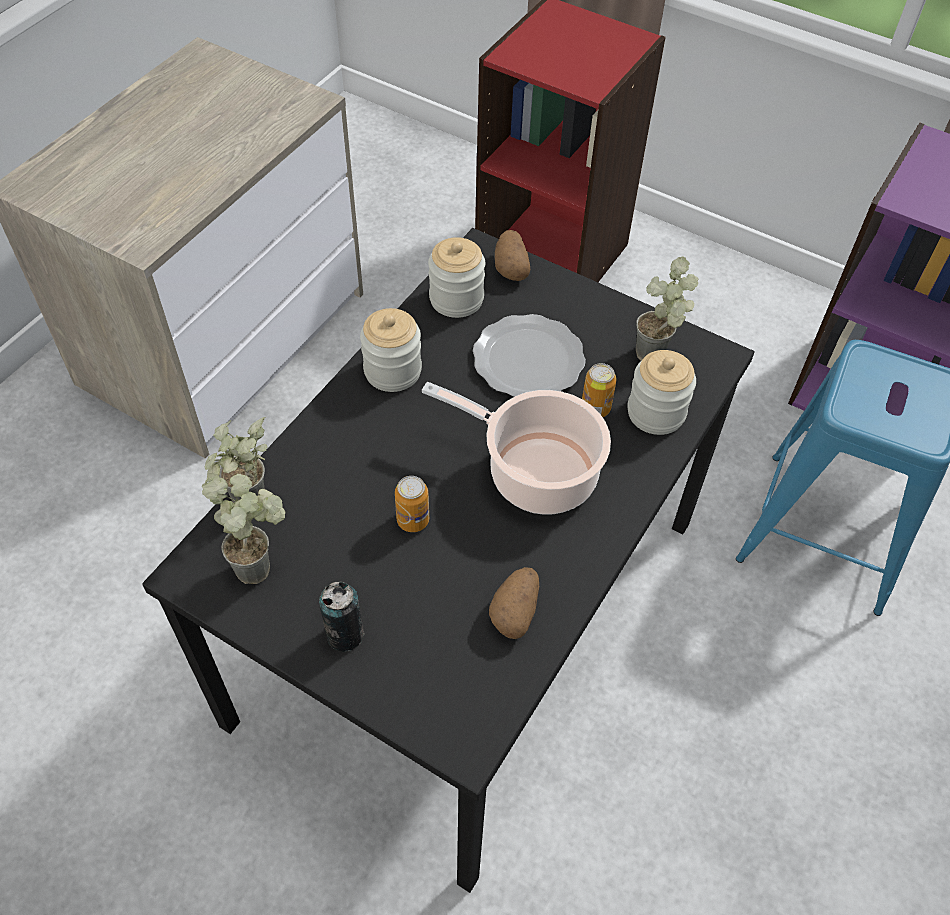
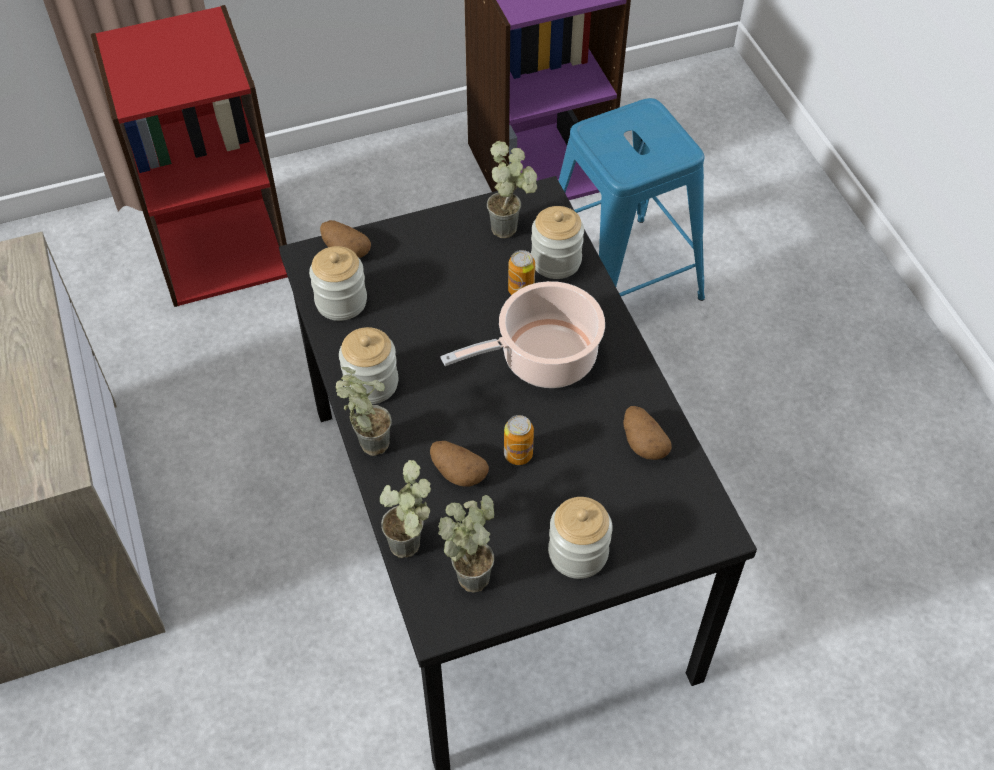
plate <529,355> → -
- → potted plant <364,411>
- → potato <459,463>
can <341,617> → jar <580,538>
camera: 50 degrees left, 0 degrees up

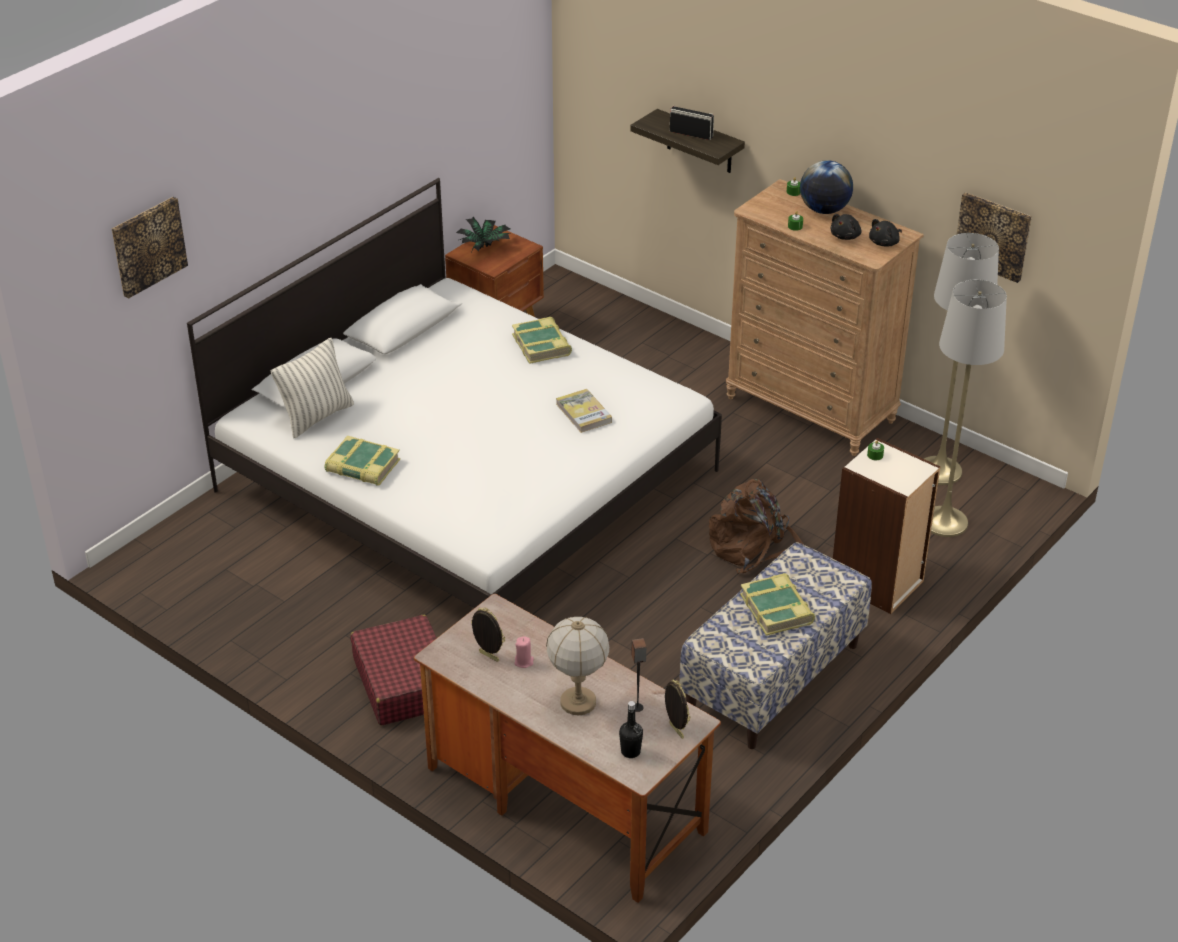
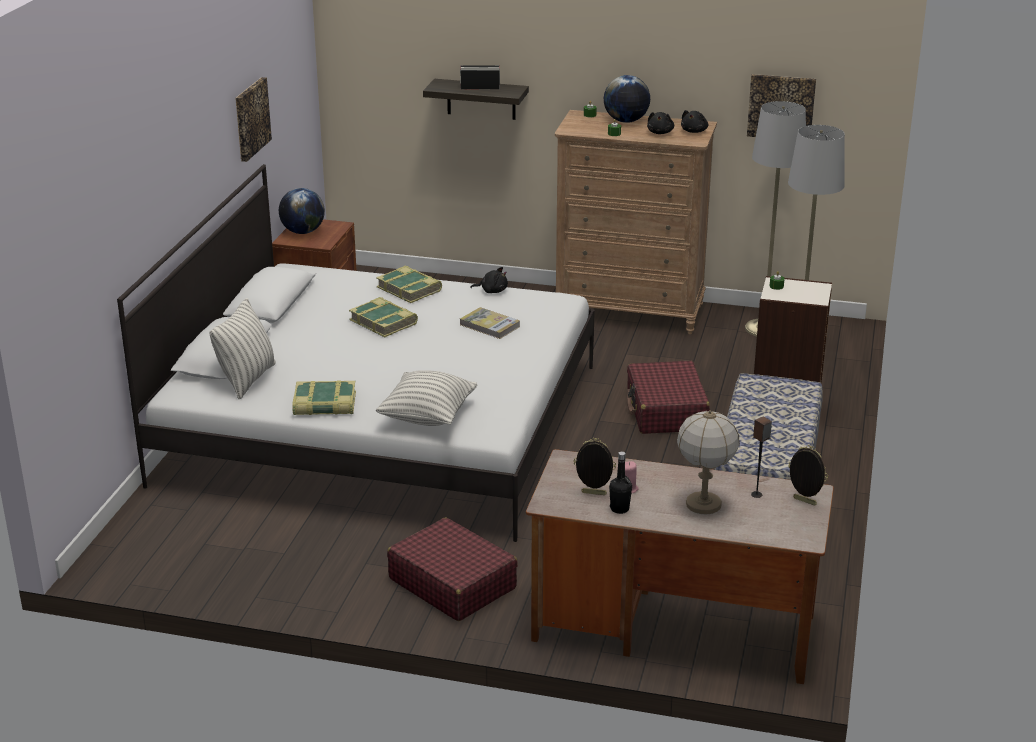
- → pillow <426,398>
- → black plush toy <489,280>
picture <150,248> → picture <253,119>, moved
black bottle <631,729> → black bottle <620,482>, moved
book <777,604> → book <383,317>, moved
potted plant <483,234> → globe <302,211>
brown backpack <756,526> → red suitcase <668,397>
camera: 25 degrees left, 10 degrees down

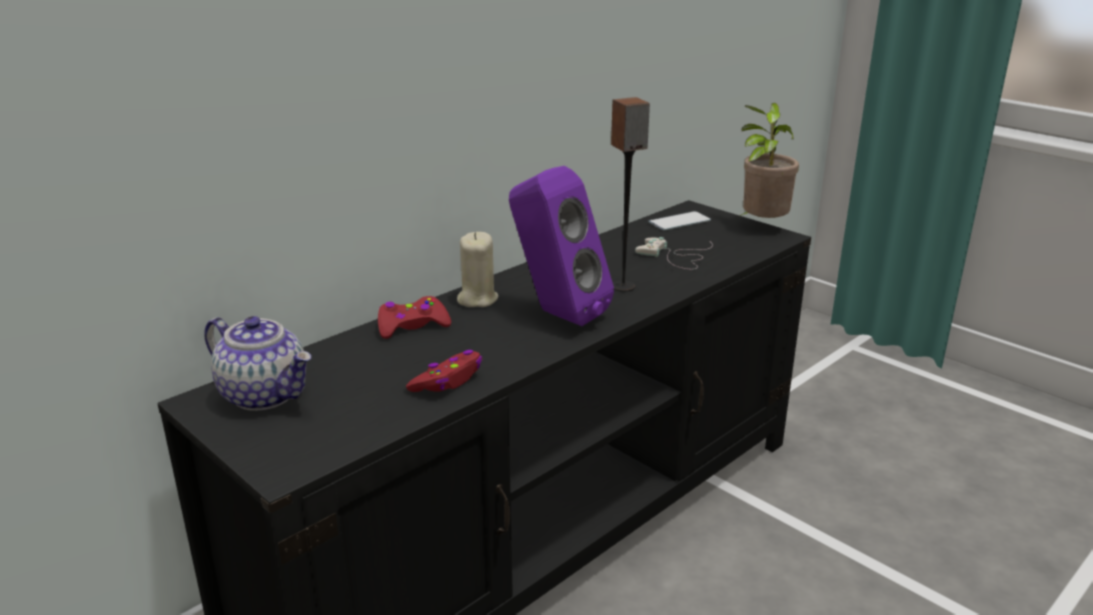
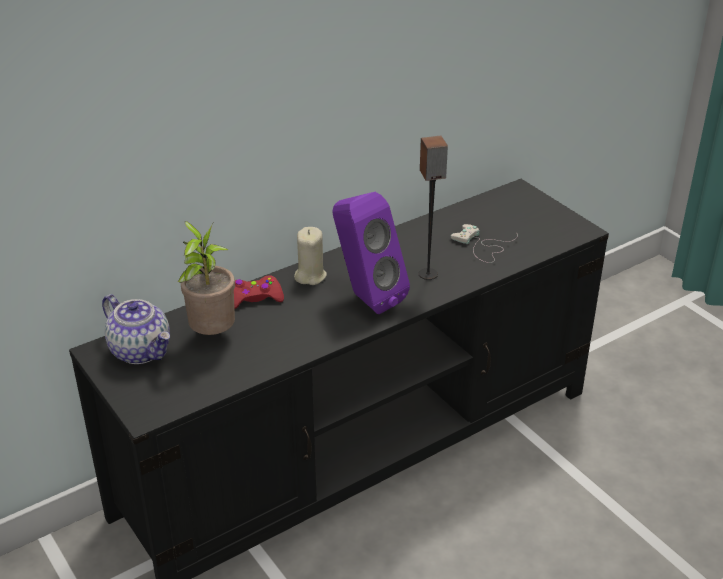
red game controller <444,371> → -
phone <680,220> → -
potted plant <767,161> → potted plant <206,278>, moved
camera: 10 degrees right, 10 degrees up

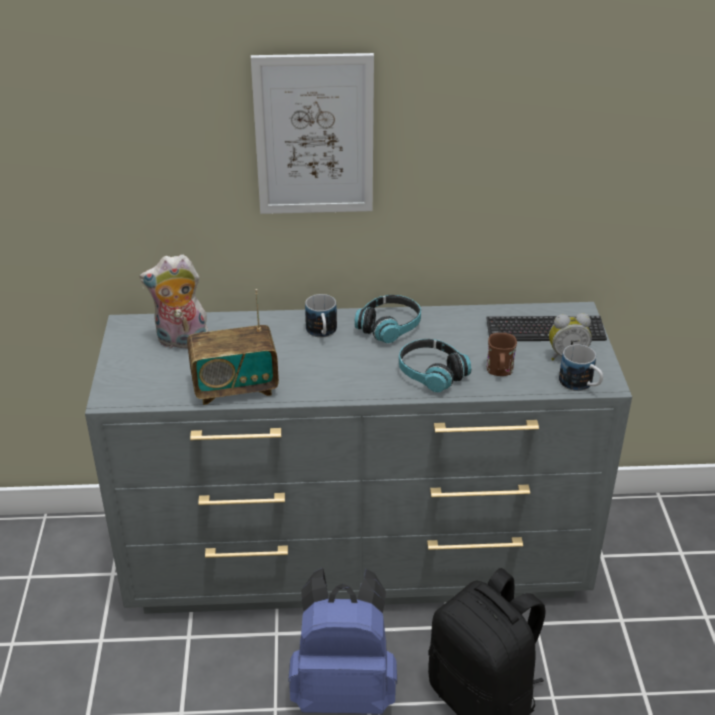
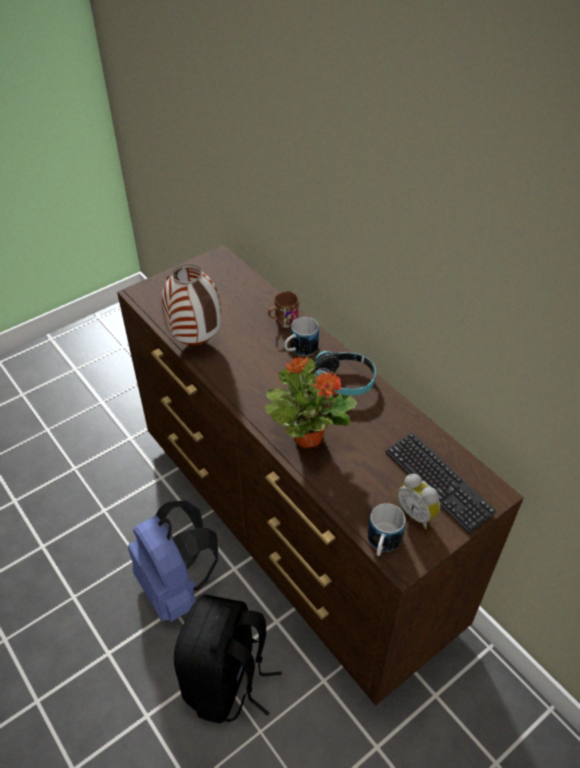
plush toy <175,301> → -
picture <312,133> → -
brown mug <502,354> → brown mug <283,309>, moved
radio <233,347> → vase <191,304>
headphones <435,365> → potted plant <310,402>
grey dresser <358,458> → brown dresser <320,475>
camera: 55 degrees right, 10 degrees up

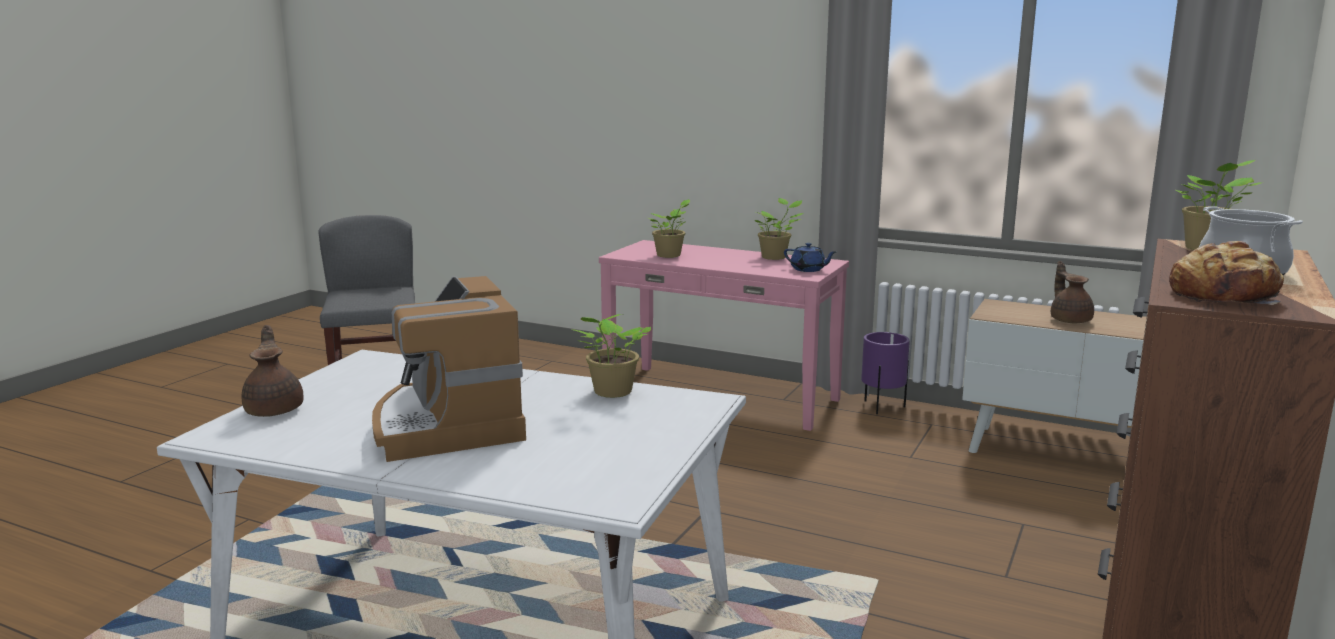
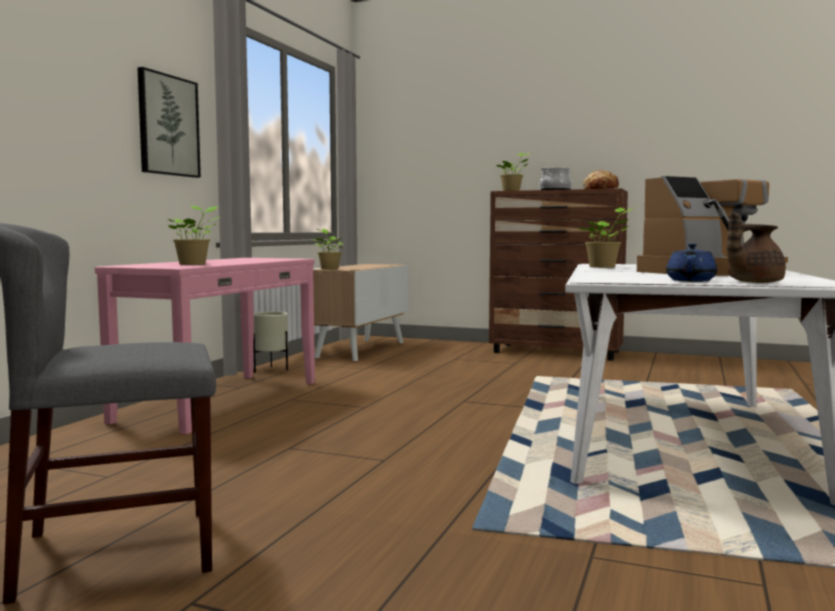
brown teapot <1072,292> → -
- → picture <169,122>
potted plant <779,229> → potted plant <328,249>, moved
blue teapot <810,257> → blue teapot <691,263>, moved
purple planter <885,373> → beige planter <271,342>
camera: 95 degrees left, 10 degrees down

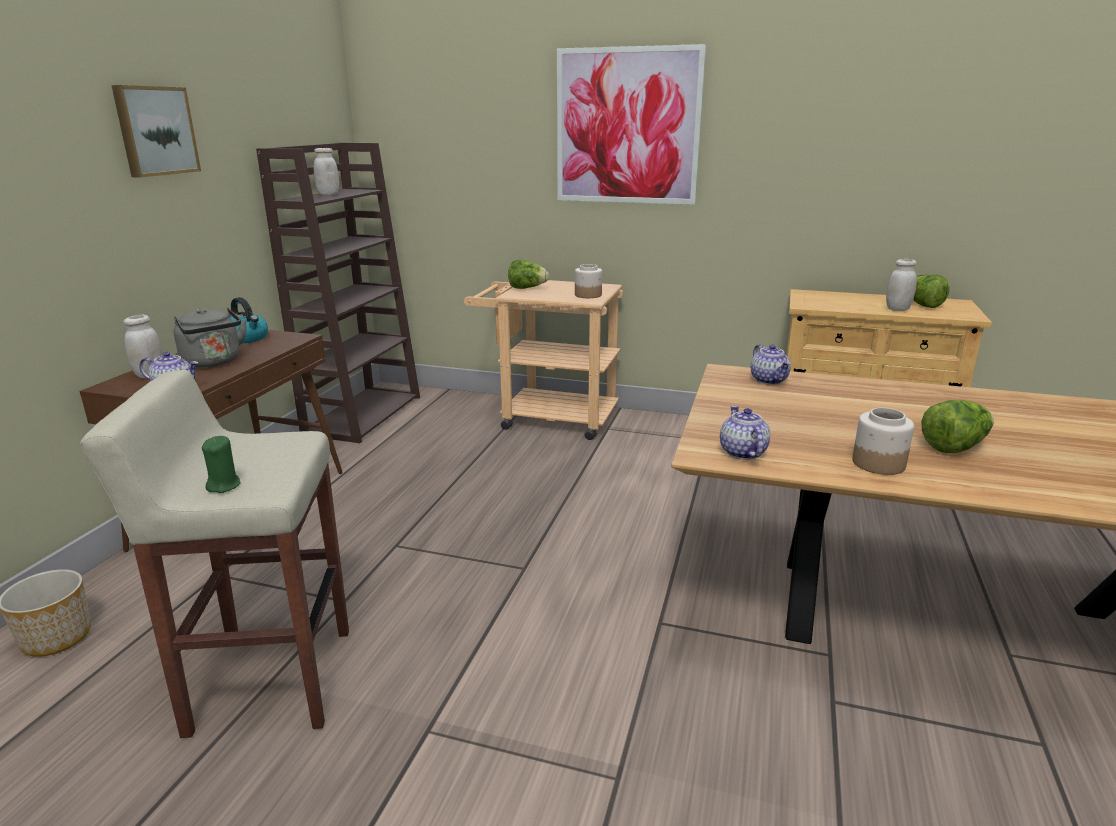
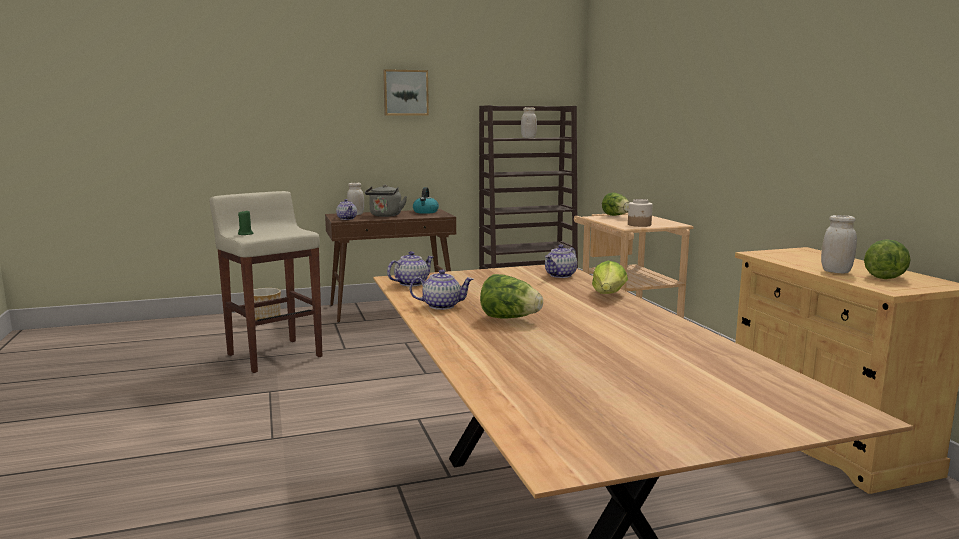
picture <631,124> → -
- → lettuce <610,277>
jar <883,441> → teapot <442,289>
camera: 55 degrees right, 10 degrees down

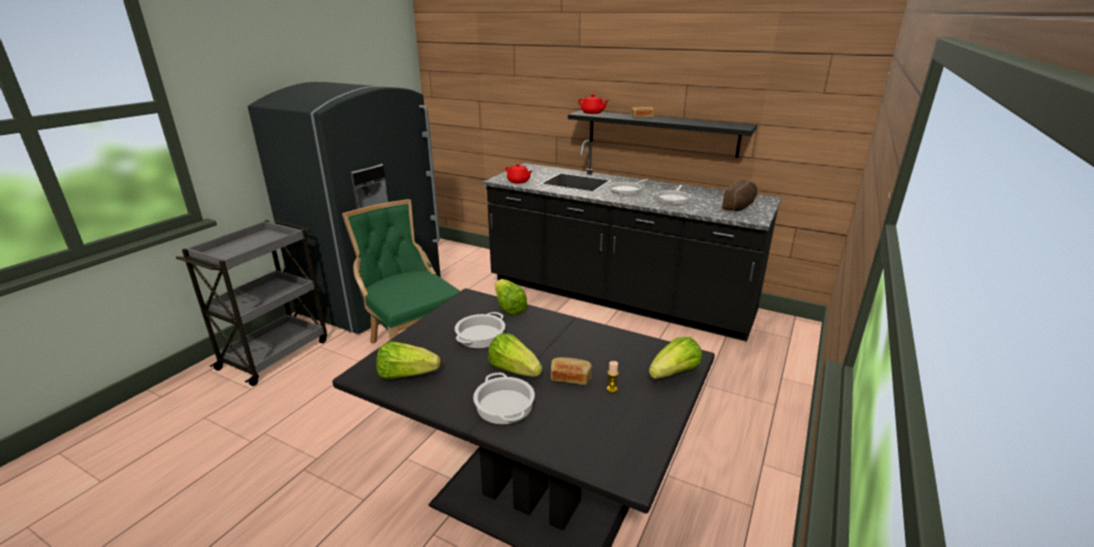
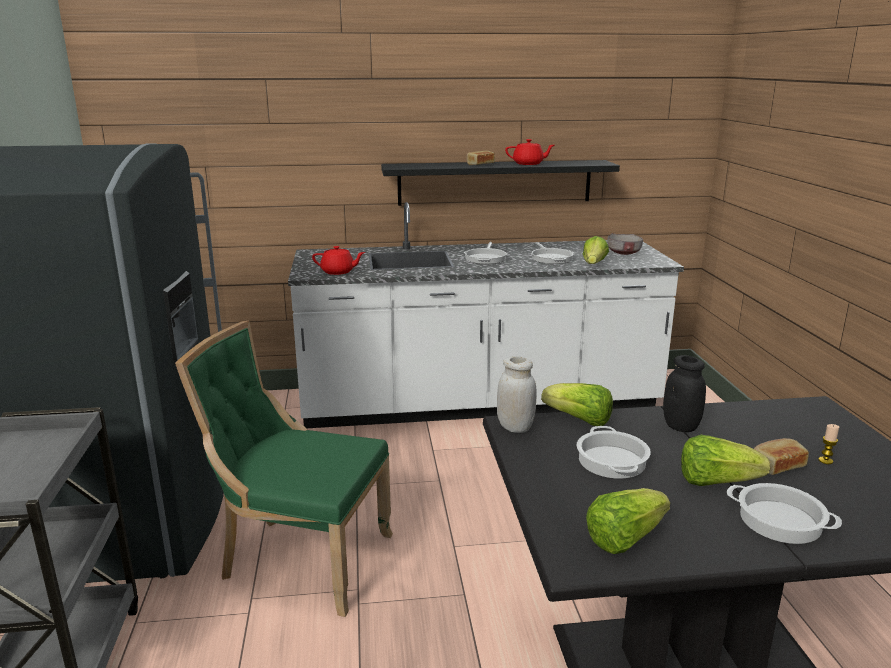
- → white jar <517,394>
- → black jar <684,393>
red teapot <593,104> → red teapot <529,152>, moved
lettuce <675,358> → lettuce <596,250>, moved
bread <740,195> → grey bowl <625,244>
black counter <632,241> → white counter <486,315>
camera: 35 degrees left, 5 degrees down

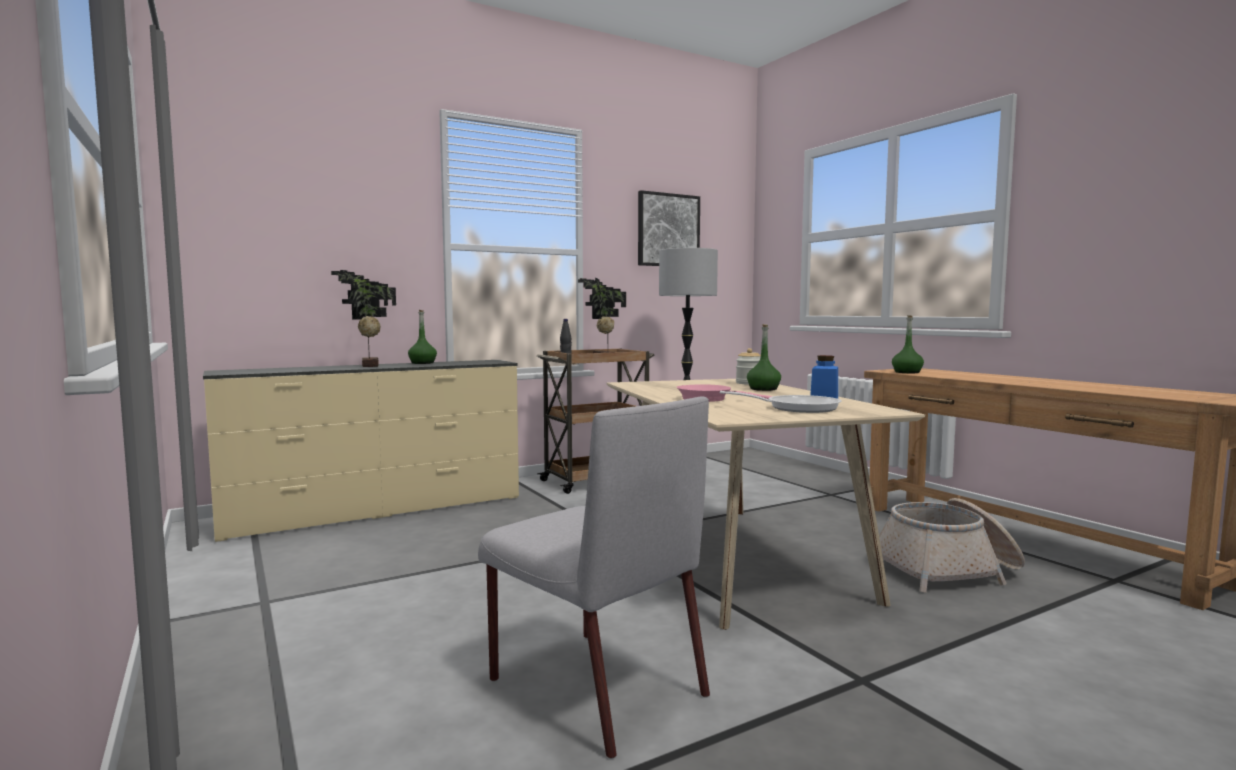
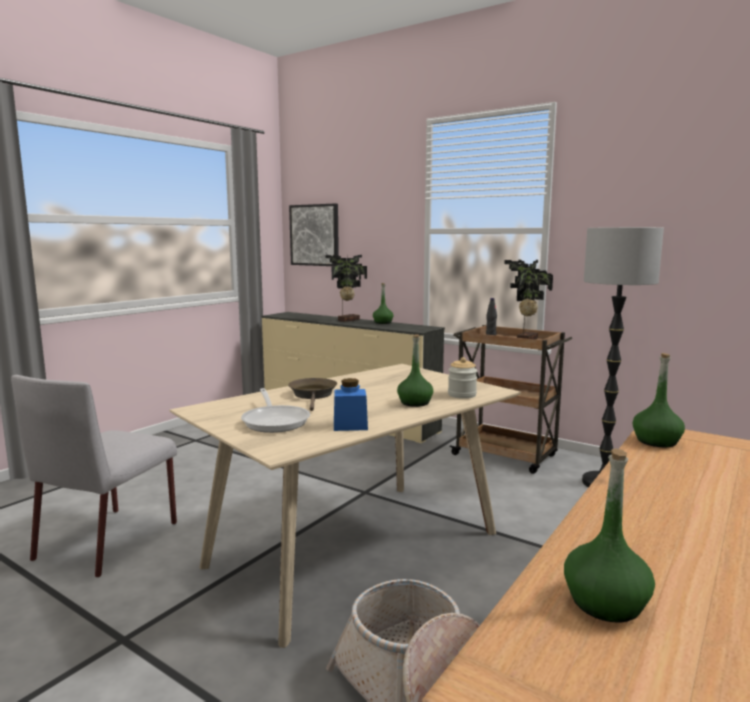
- → green bottle <609,535>
picture <669,228> → picture <314,235>, moved
pink frying pan <725,393> → brown frying pan <312,394>
camera: 65 degrees right, 5 degrees up

